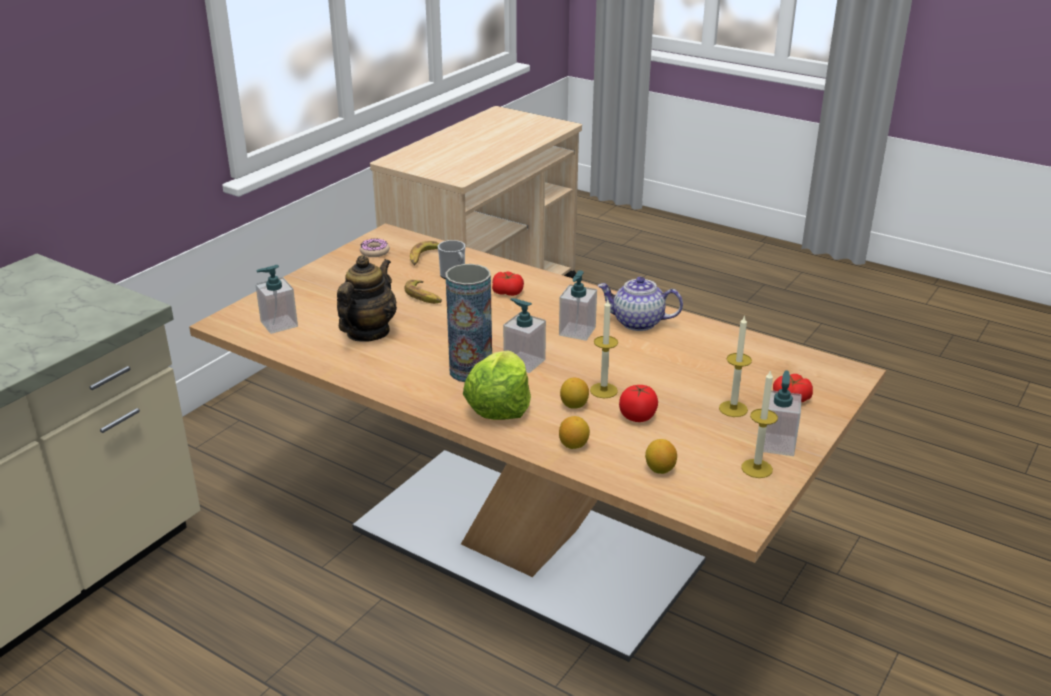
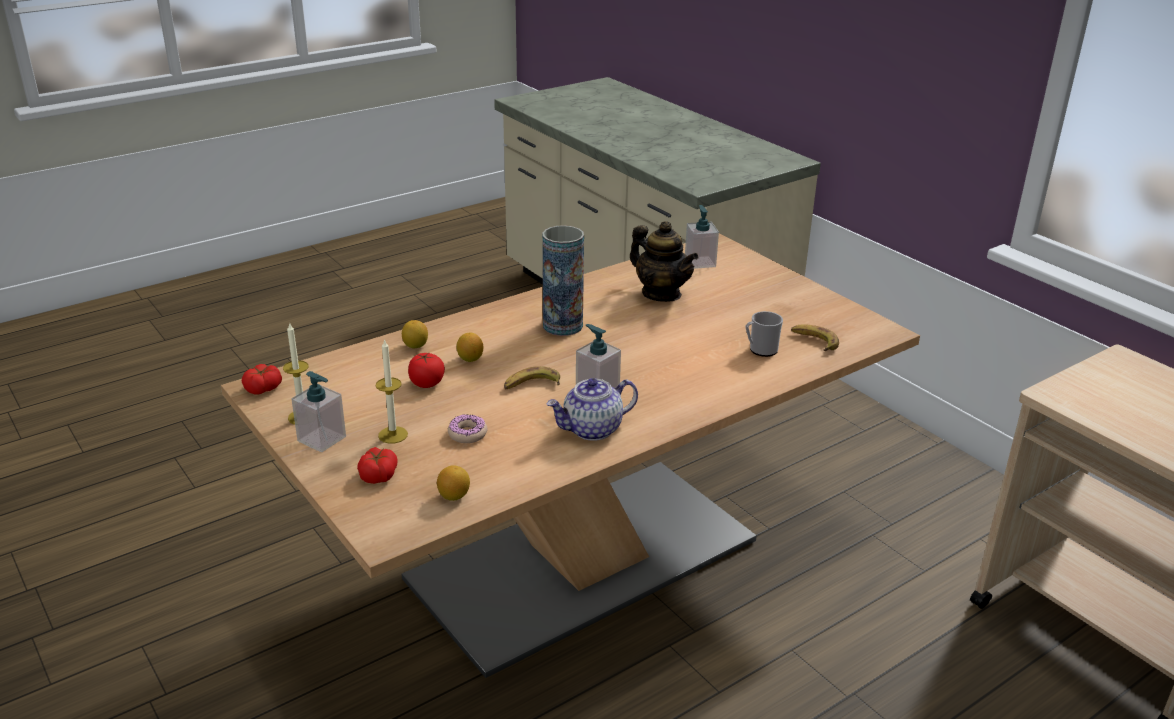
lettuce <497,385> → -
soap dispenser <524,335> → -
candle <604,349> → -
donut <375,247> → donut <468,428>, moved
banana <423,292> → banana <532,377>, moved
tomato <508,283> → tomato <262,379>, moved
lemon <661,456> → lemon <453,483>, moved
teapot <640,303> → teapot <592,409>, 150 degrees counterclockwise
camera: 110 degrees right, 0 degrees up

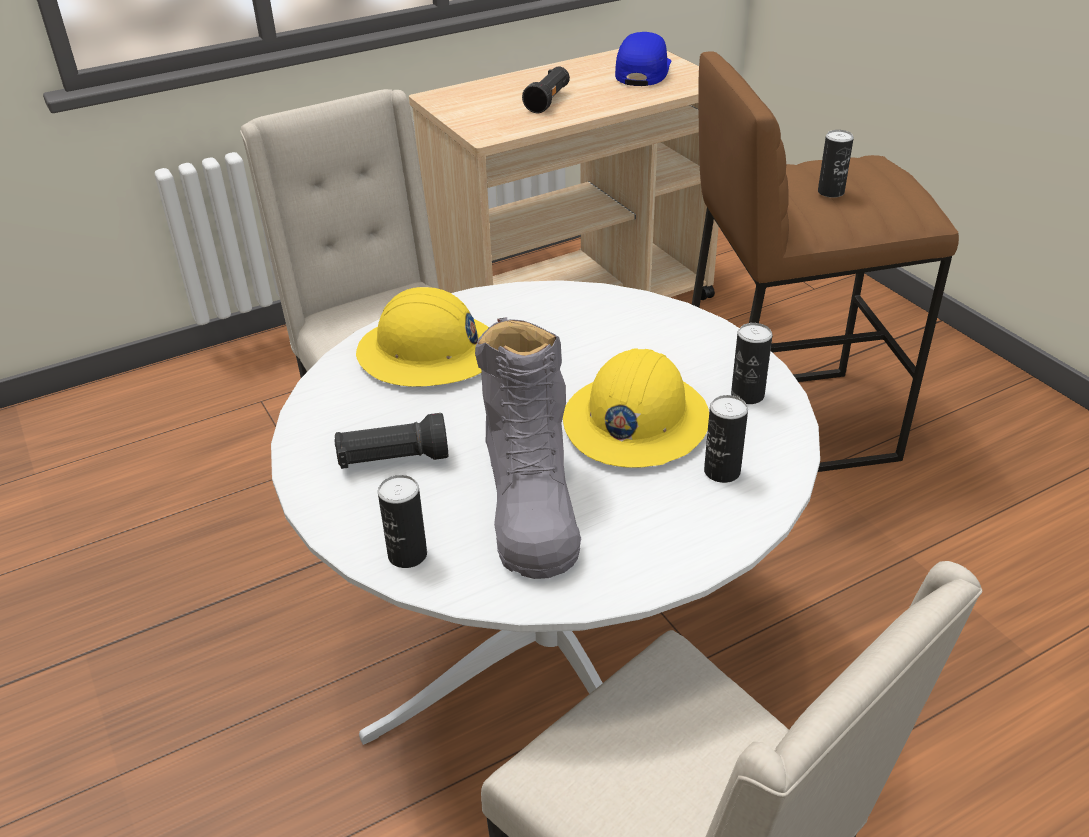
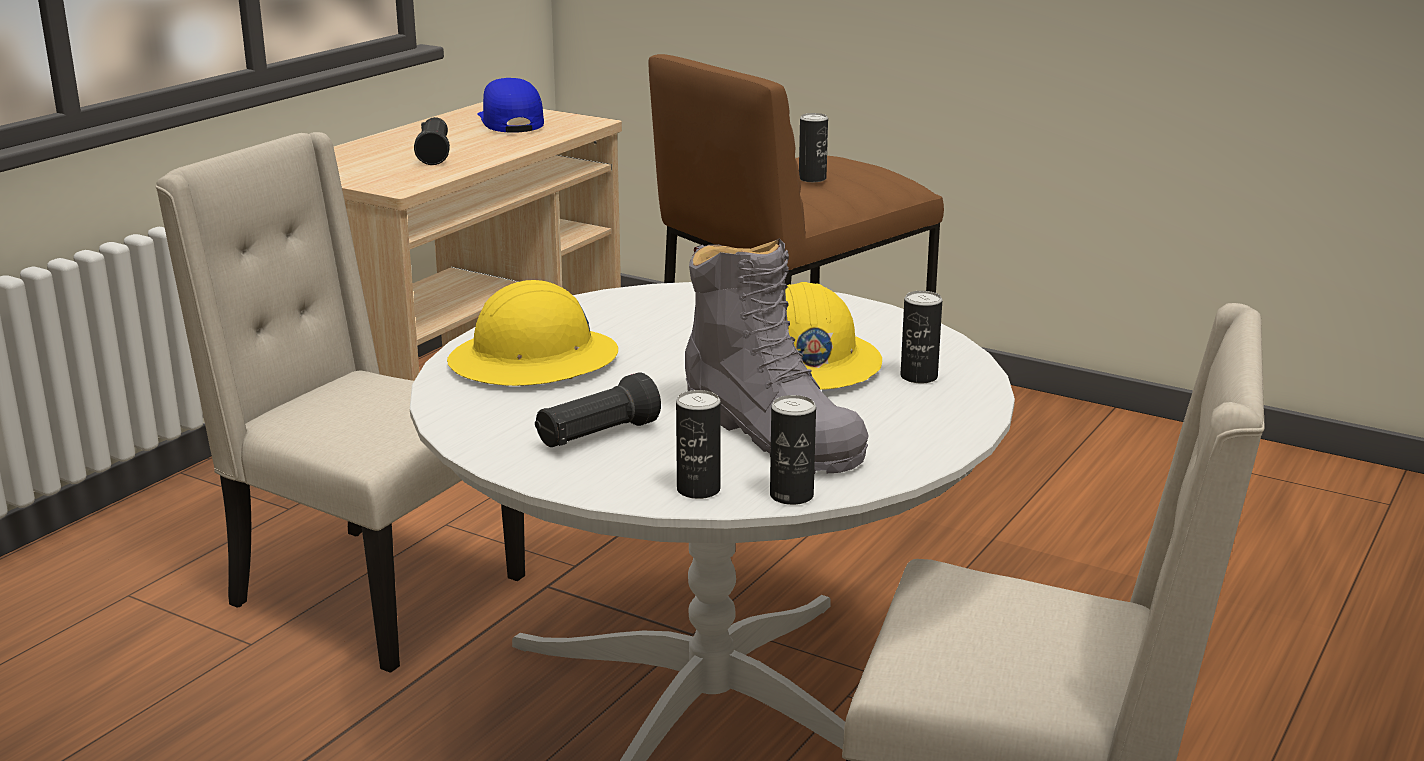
can <751,363> → can <793,450>, moved
camera: 30 degrees left, 15 degrees down

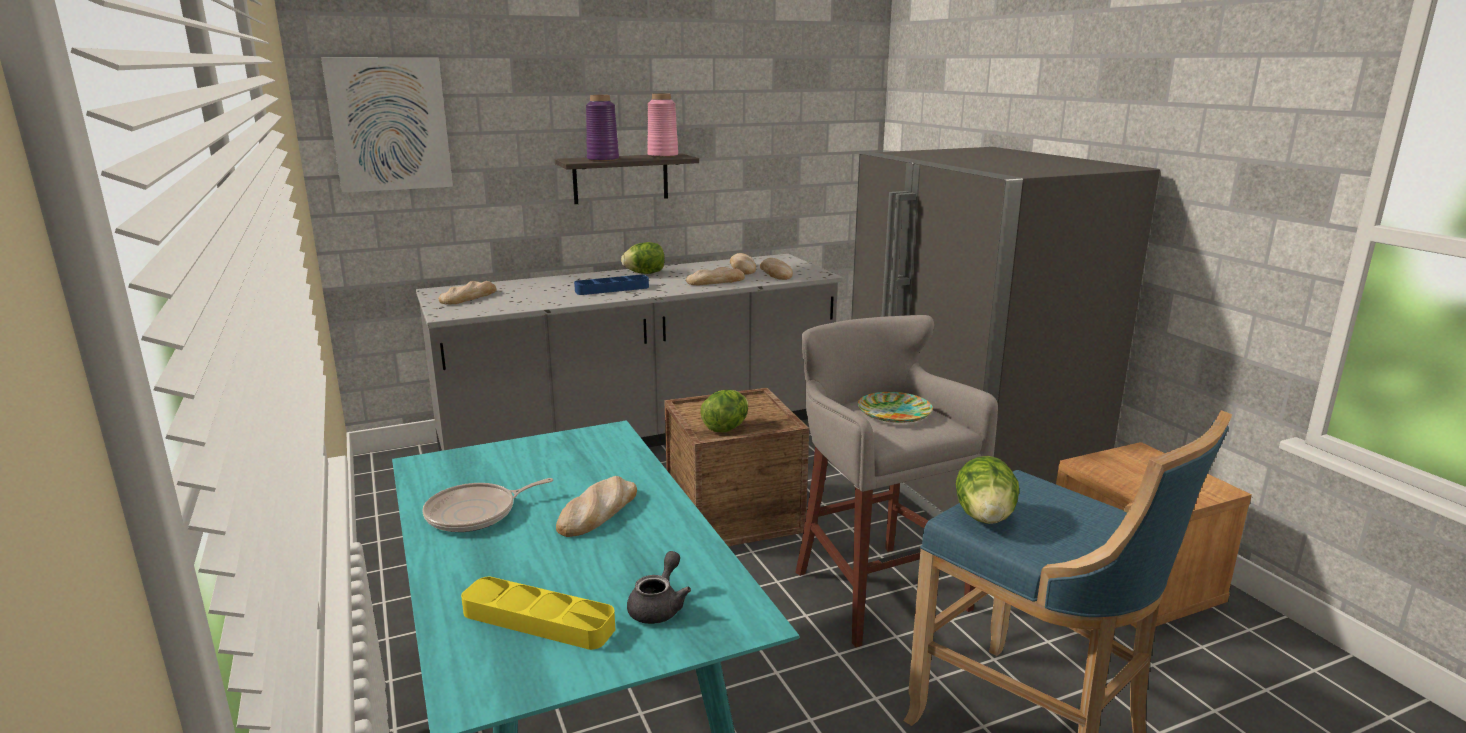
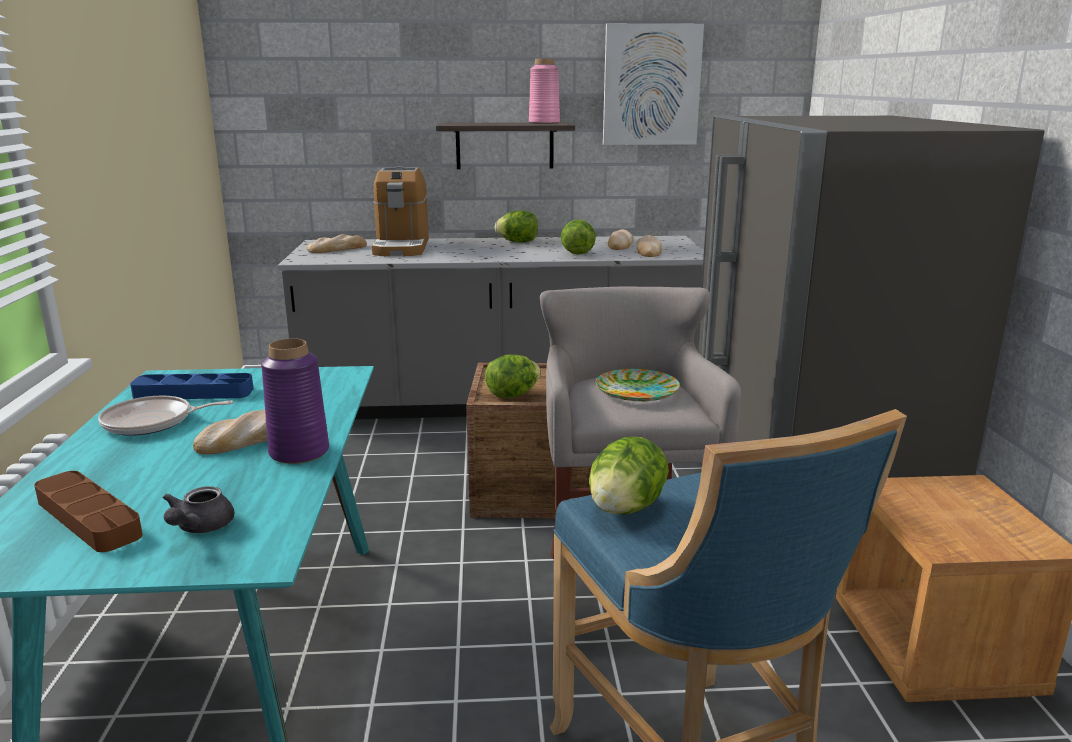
- → coffee machine <400,211>
picture <387,125> → picture <653,84>, moved
blue tray <611,285> → blue tray <192,386>, moved
purple vase <602,128> → purple vase <295,401>, moved
bread <715,276> → lettuce <578,237>
yellow tray <538,613> → brown tray <88,511>
grey teapot <659,587> → grey teapot <198,509>, 150 degrees clockwise
camera: 20 degrees right, 0 degrees up

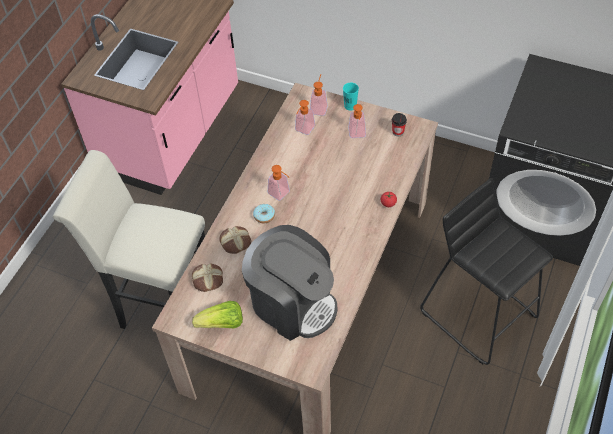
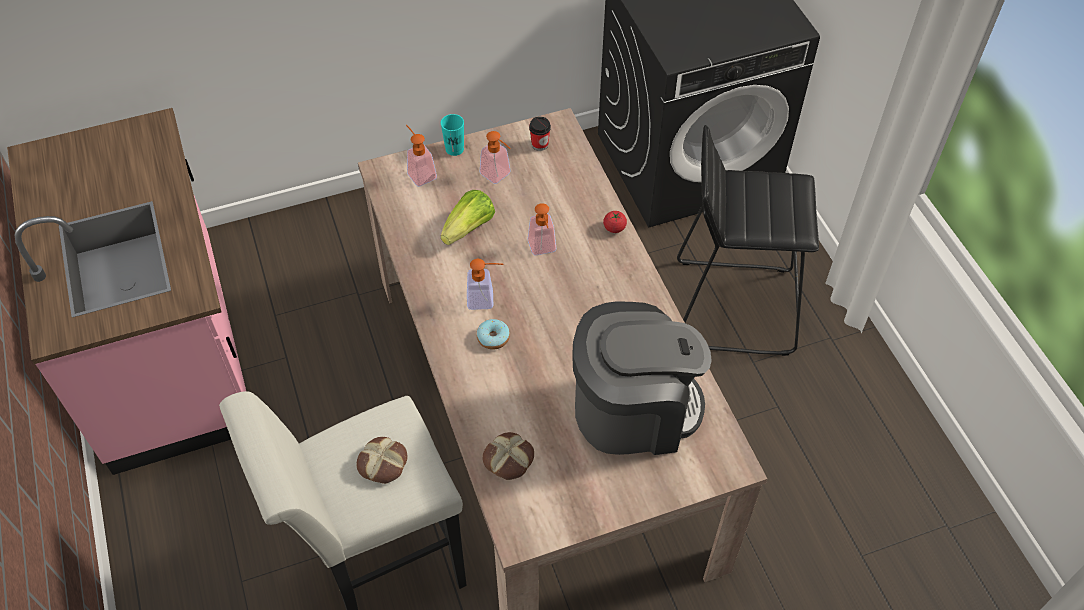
lettuce <217,314> → lettuce <468,217>, moved
bread <235,240> → bread <382,460>, moved
soap dispenser <305,117> → soap dispenser <542,229>, moved
camera: 45 degrees left, 0 degrees up

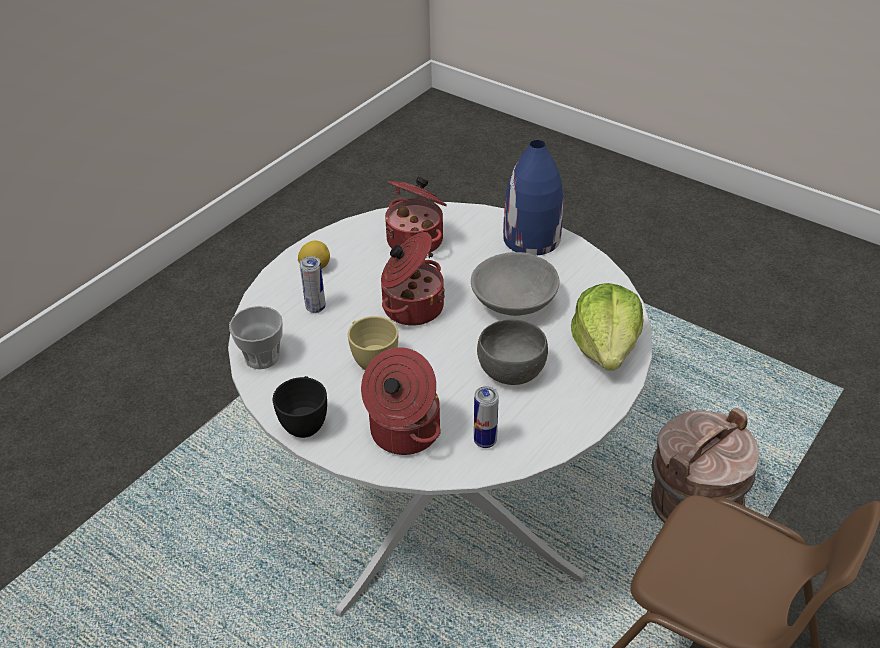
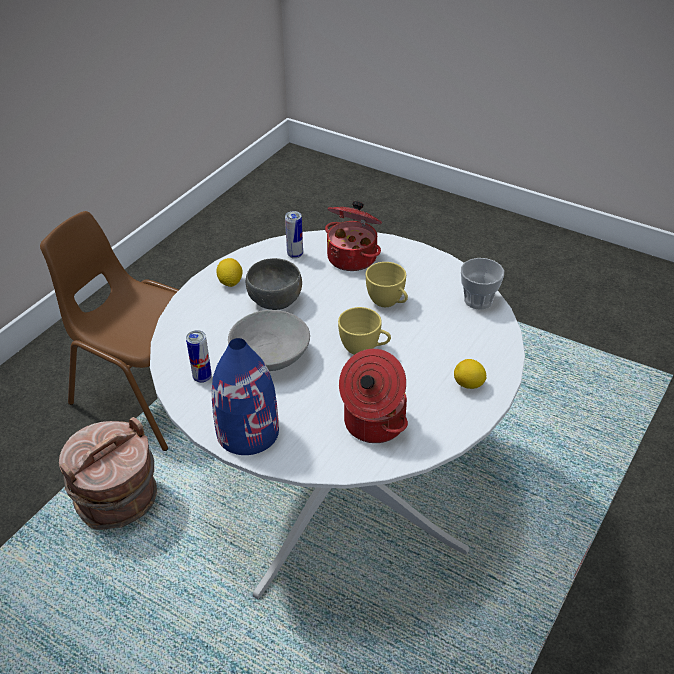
black cup <300,407> → -
lettuce <607,327> → -
- → lemon <229,272>
can <313,284> → can <199,356>, moved
cooking pot <413,279> → yellow cup <364,331>
camera: 175 degrees right, 0 degrees up

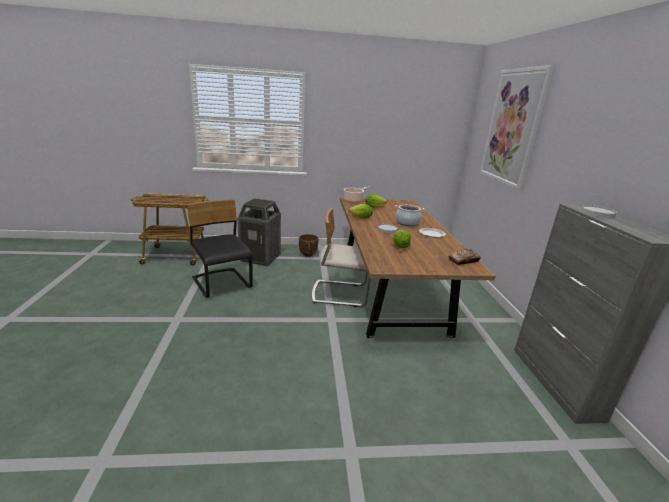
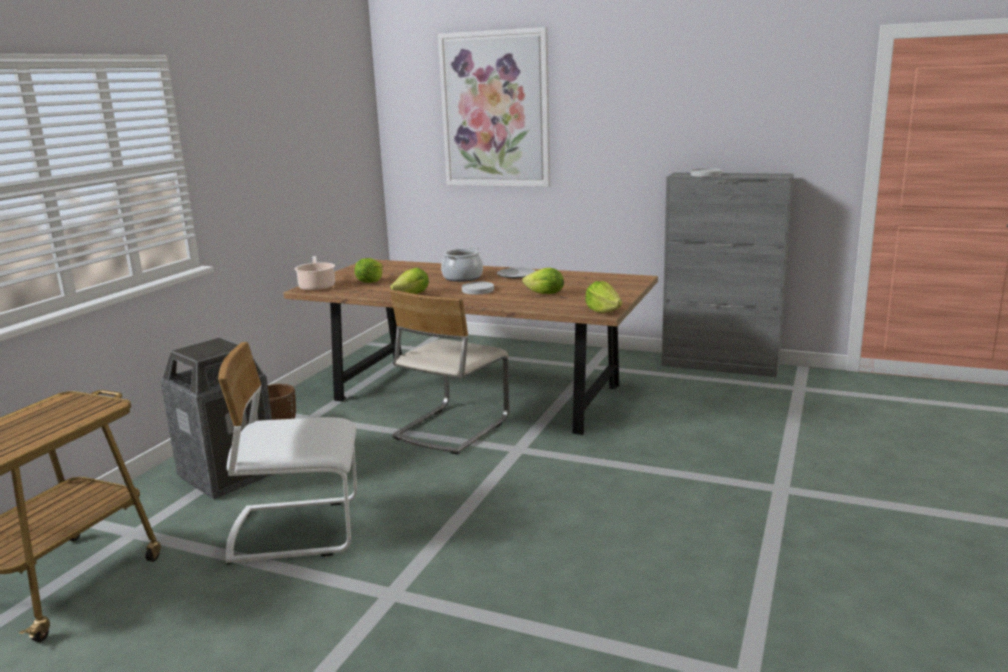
bread <464,257> → -
- → lettuce <604,297>
black chair <220,248> → white chair <287,453>
camera: 60 degrees left, 5 degrees down

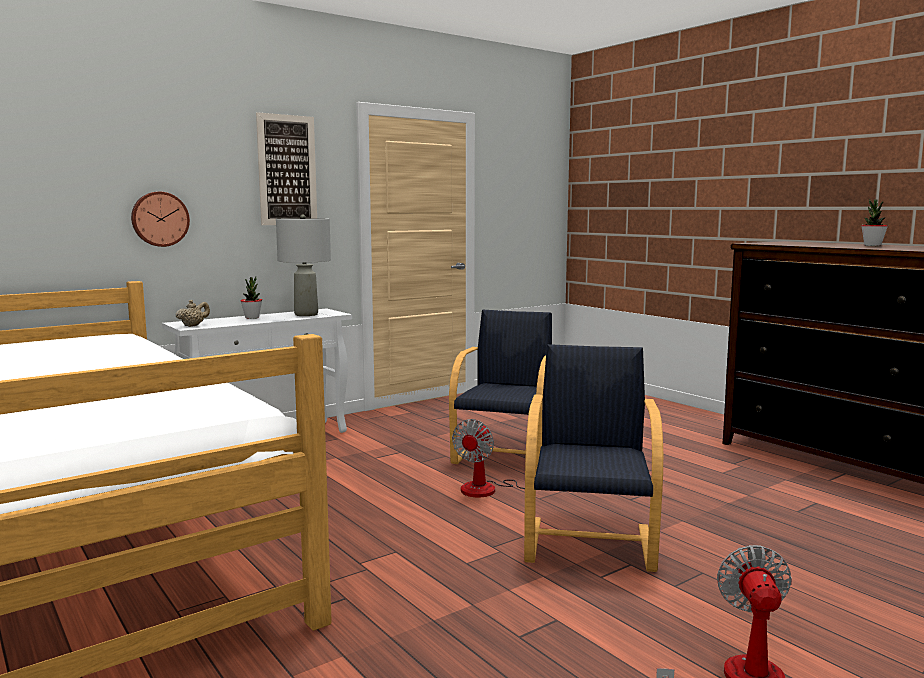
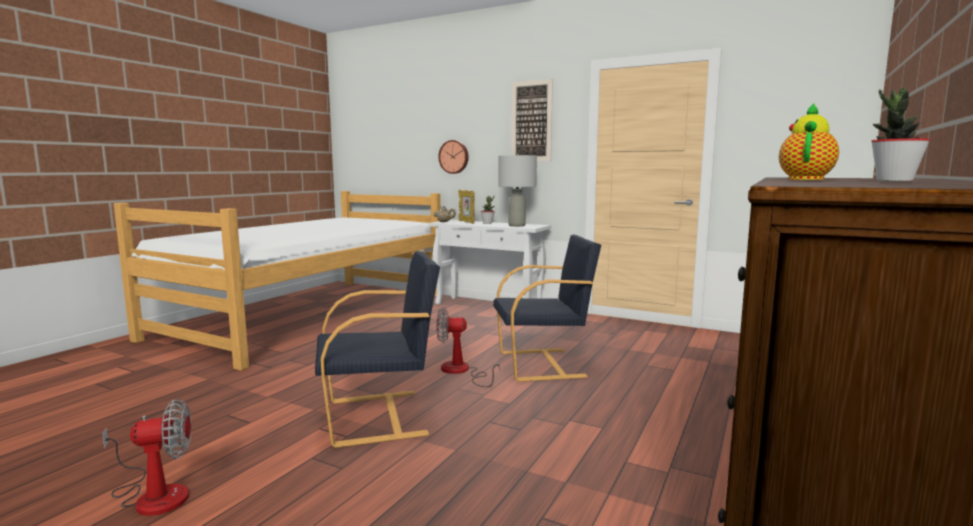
- → picture frame <466,207>
- → teapot <809,141>
camera: 65 degrees right, 0 degrees up

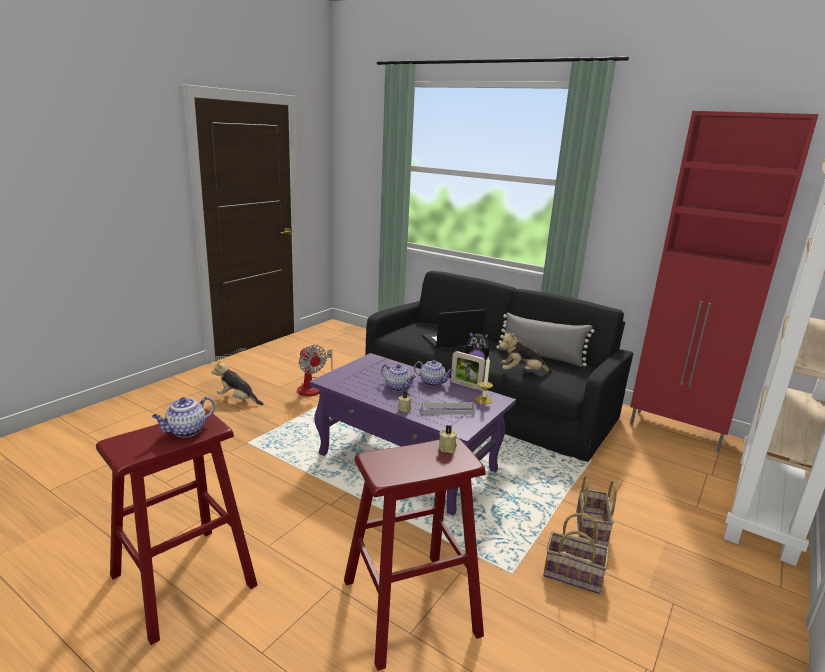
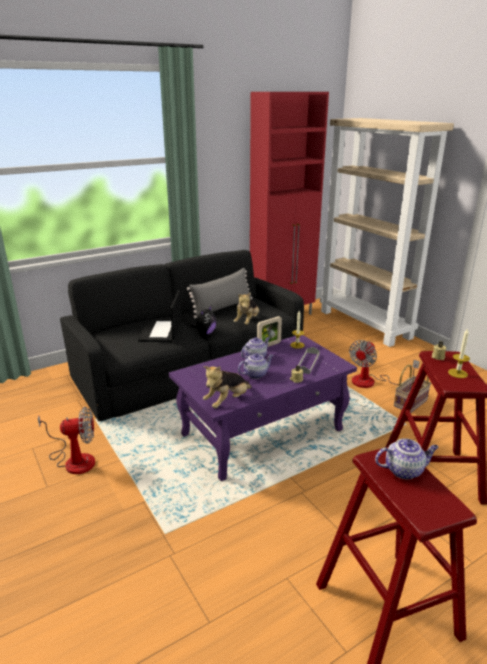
- → candle <459,353>
plush toy <237,382> → plush toy <227,387>, moved
basket <596,511> → fan <384,364>
teapot <183,417> → teapot <407,458>, 75 degrees counterclockwise
camera: 65 degrees left, 5 degrees up

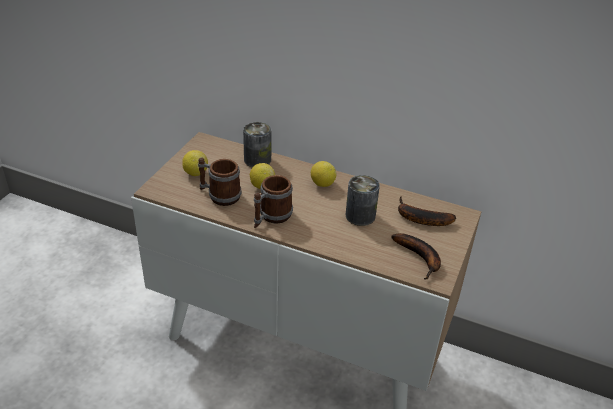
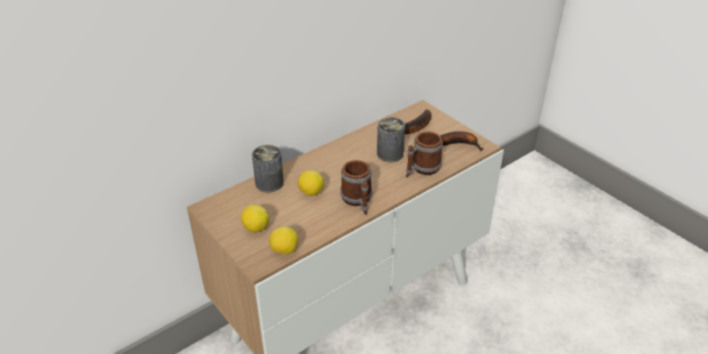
mug <220,182> → mug <424,154>, moved
lemon <323,174> → lemon <283,241>, moved
camera: 60 degrees left, 0 degrees up

